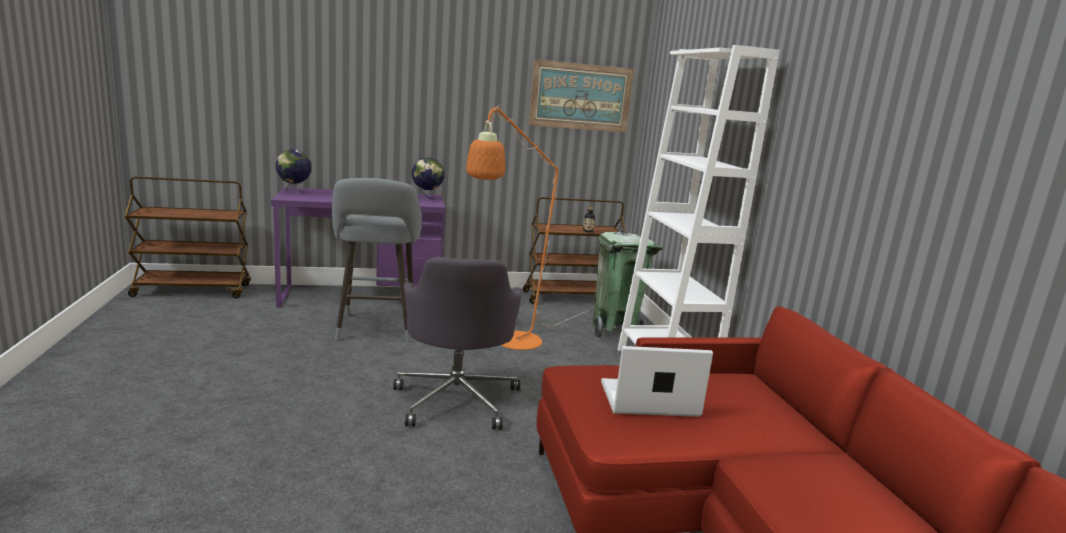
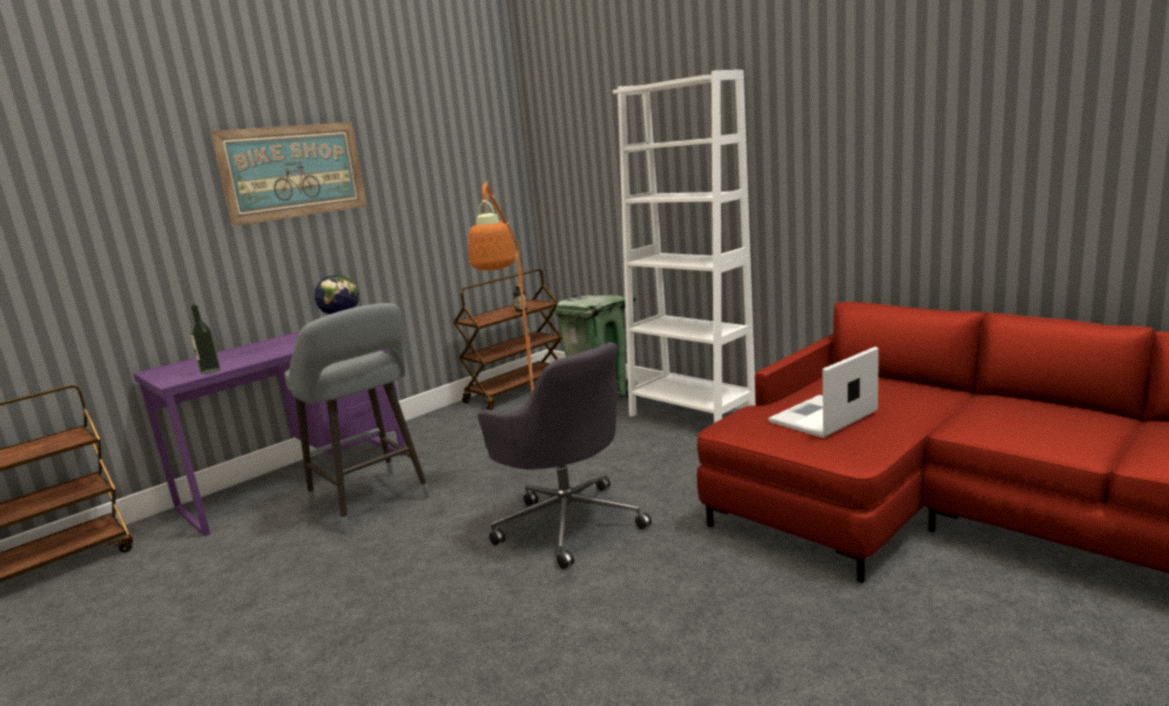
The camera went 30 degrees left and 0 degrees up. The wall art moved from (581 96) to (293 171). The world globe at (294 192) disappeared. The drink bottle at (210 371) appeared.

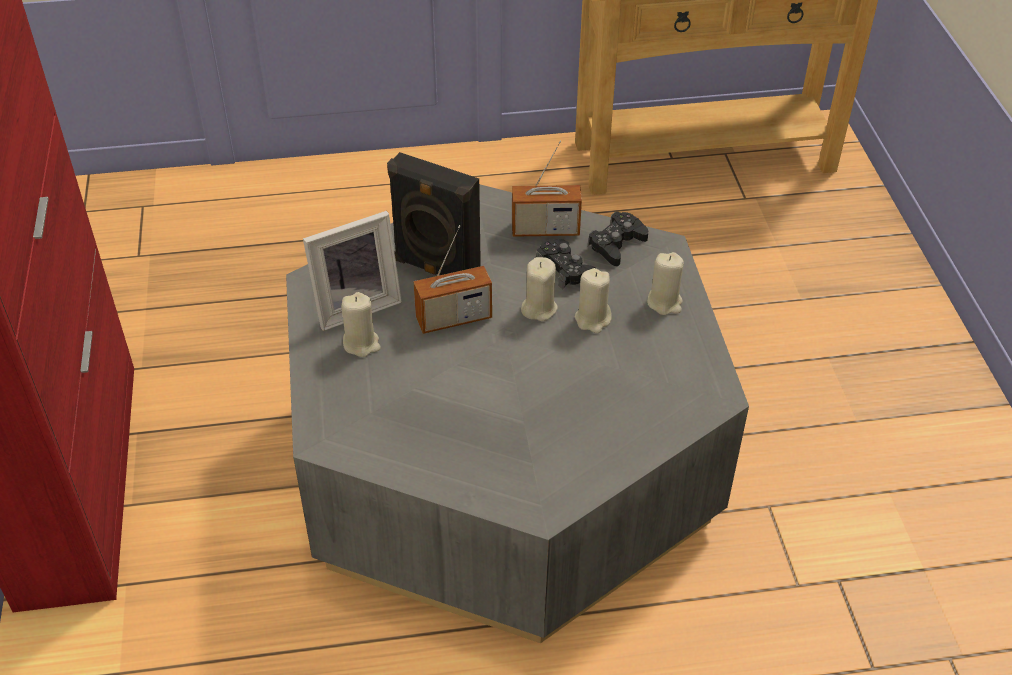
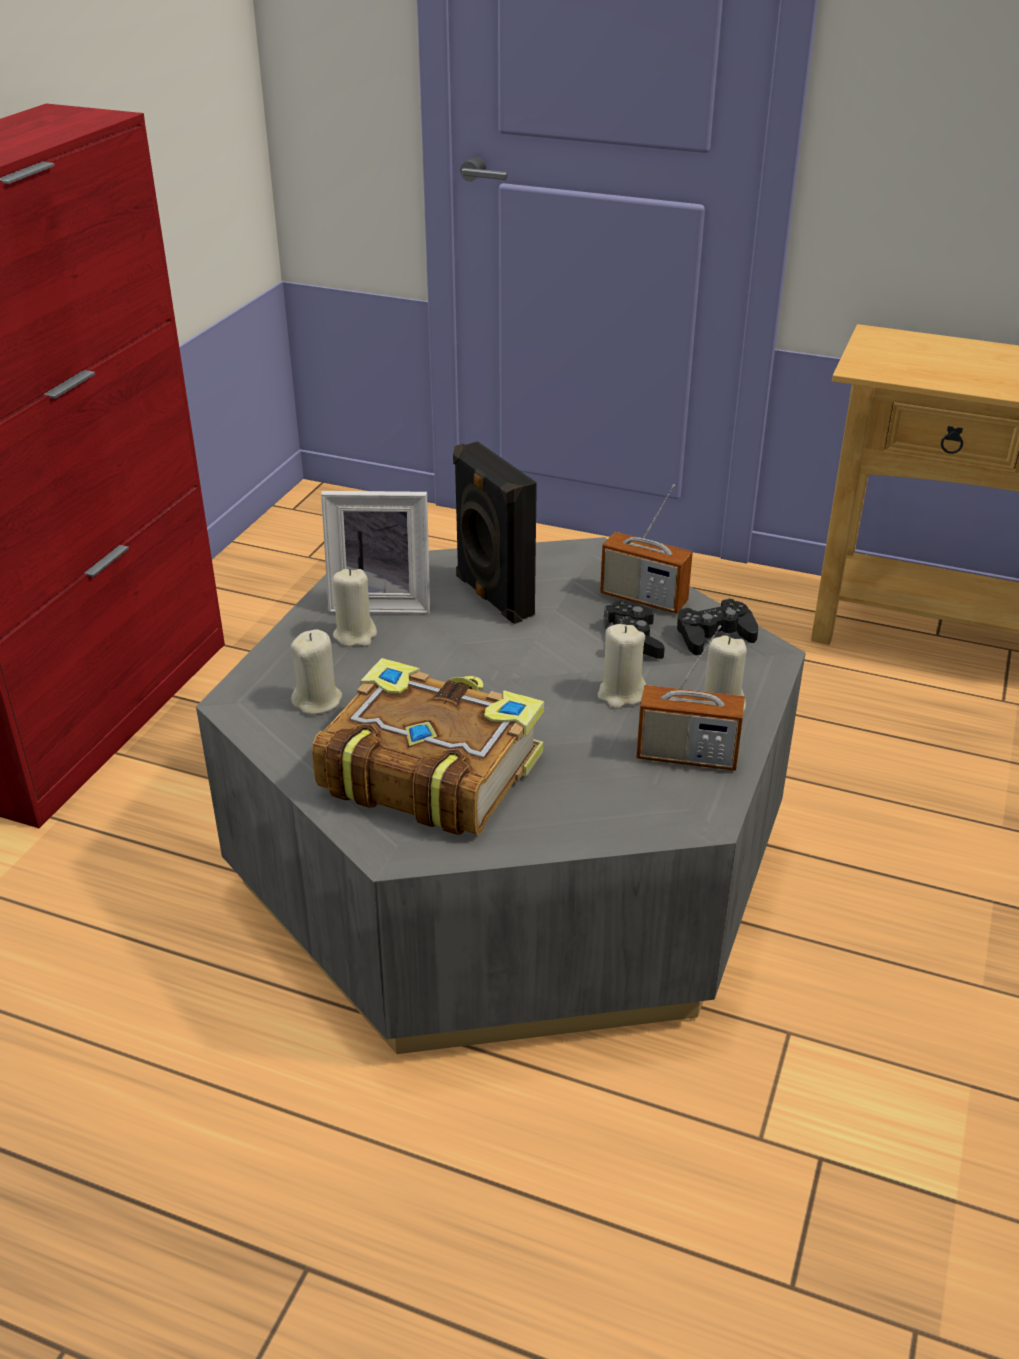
The camera went 30 degrees right and 10 degrees down. The radio moved from (454 319) to (687 756). The wax candle in sand-coloured moved from (539 308) to (318 701). The book at (429 770) appeared.

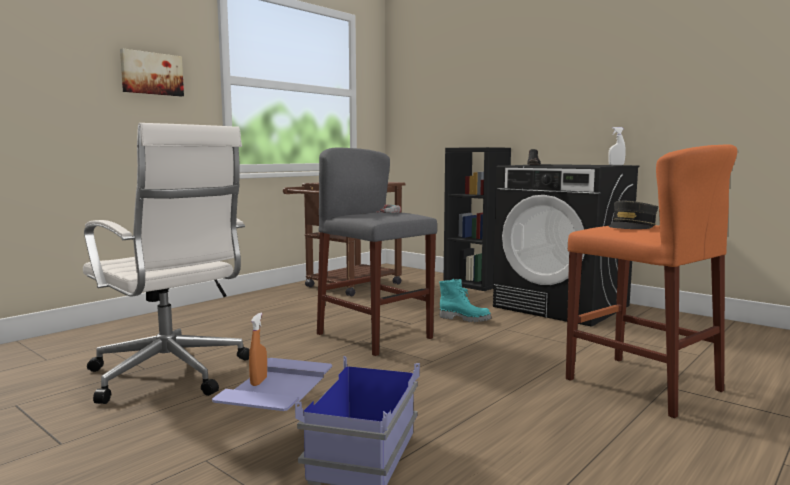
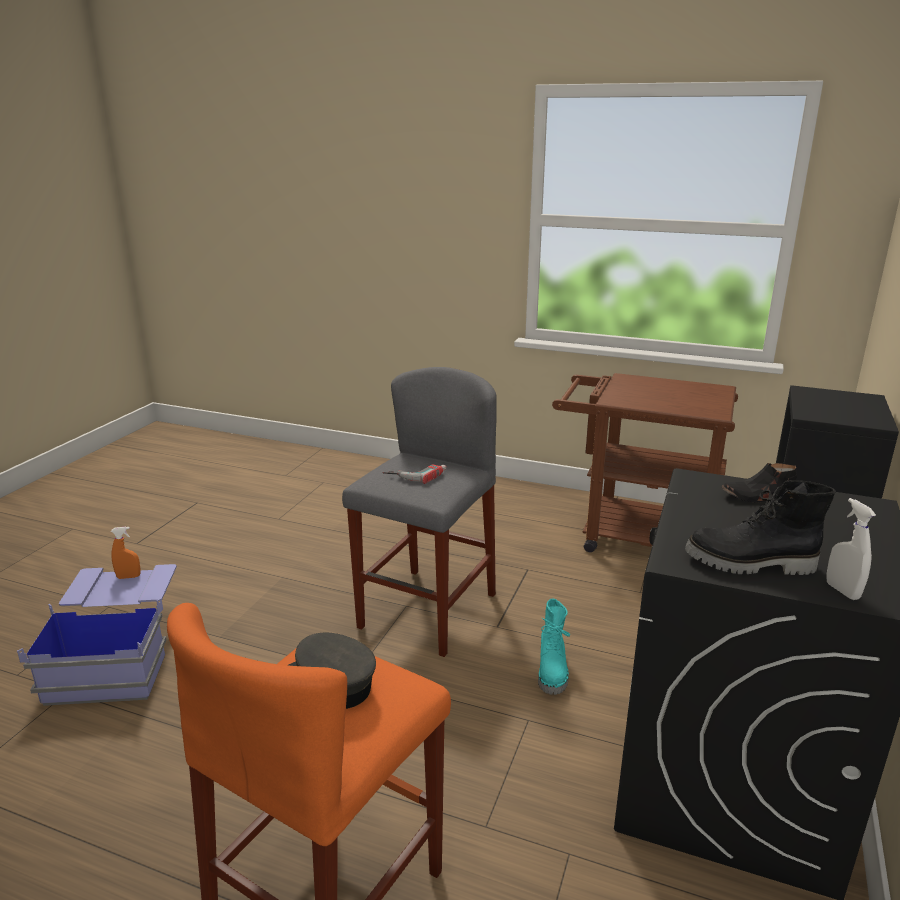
The camera went 70 degrees right and 15 degrees up. The wall art at (151 73) disappeared. The computer chair in white at (171 375) disappeared. The boot in blackish at (750 564) appeared.

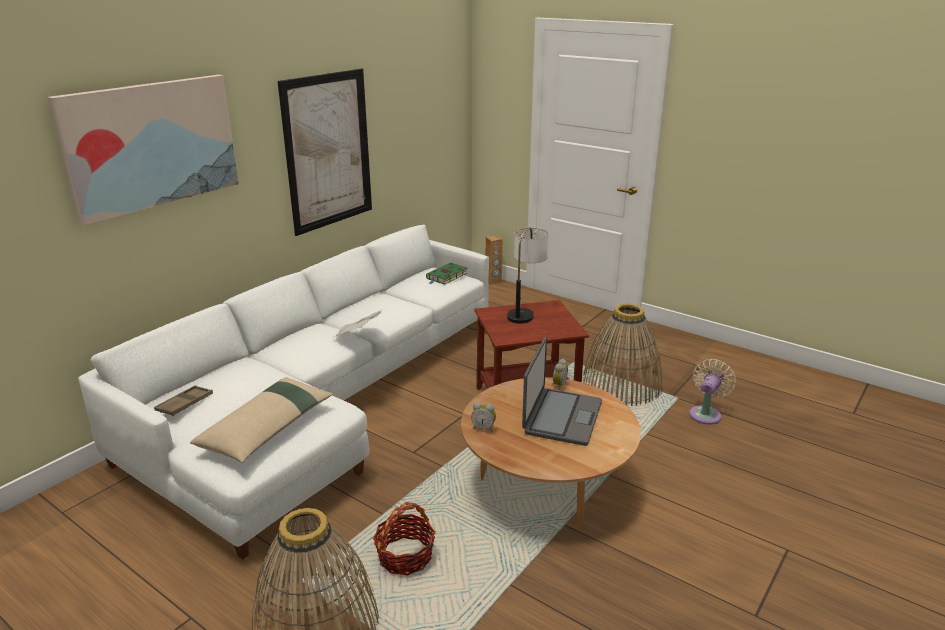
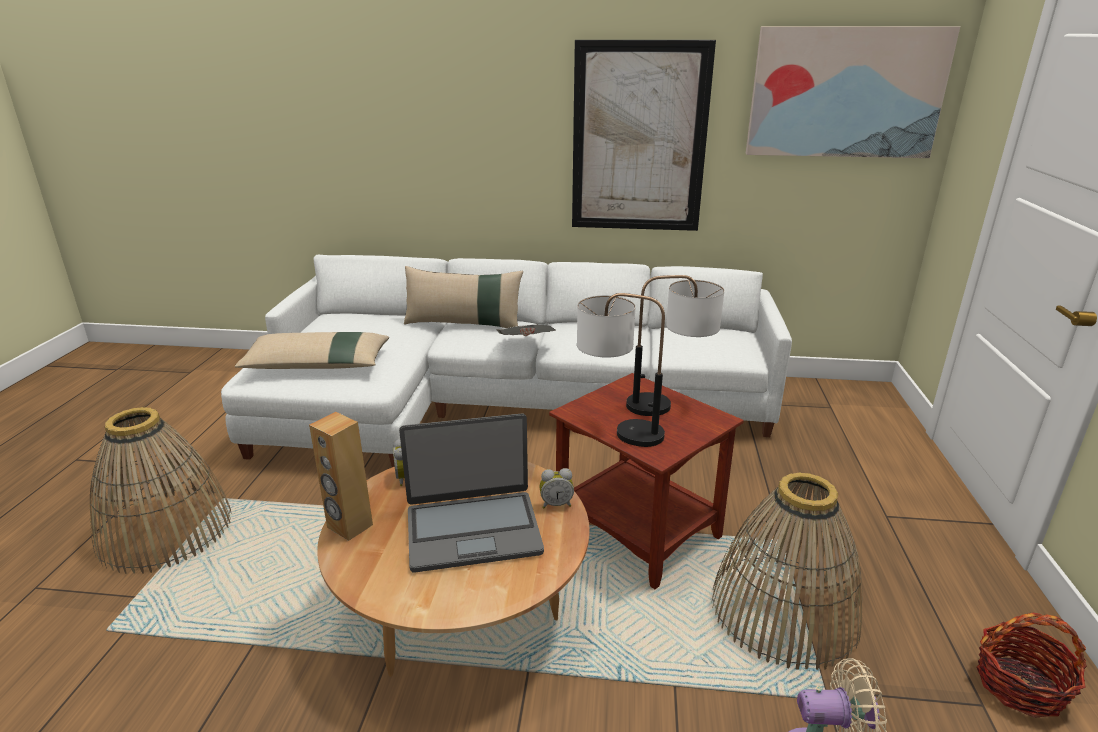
The camera went 60 degrees right and 0 degrees up. The wall art moved from (151 145) to (845 93). The loudspeaker in brown-coloured moved from (493 281) to (349 526). The book in green-coloured at (446 276) disappeared. The carrying tray in brown-coloured at (185 404) disappeared. The storage basket moved from (405 556) to (1020 685). The cushion in sand-coloured at (464 324) appeared. The lamp for a table at (617 430) appeared.

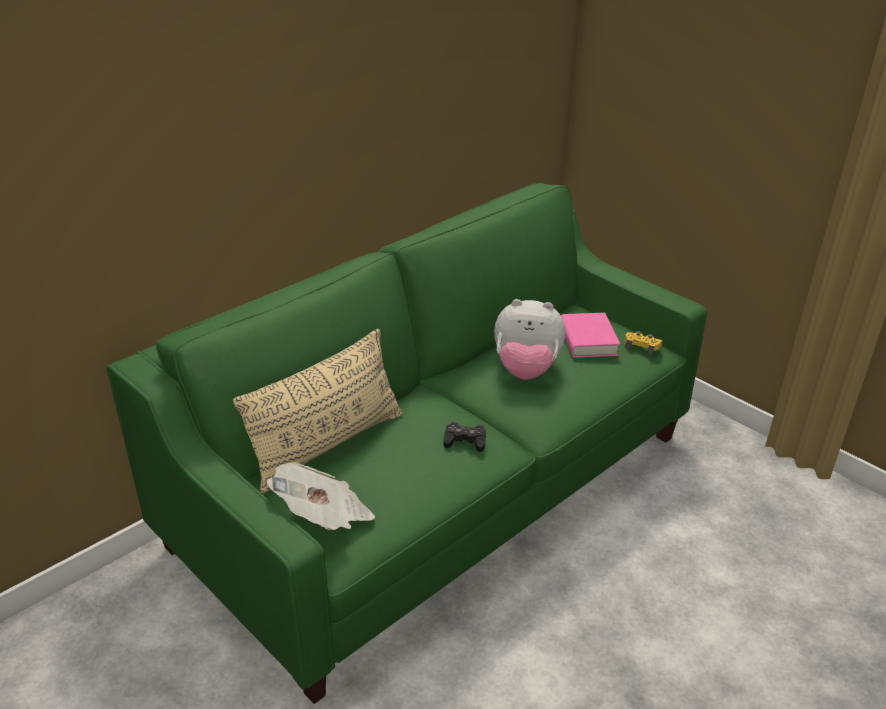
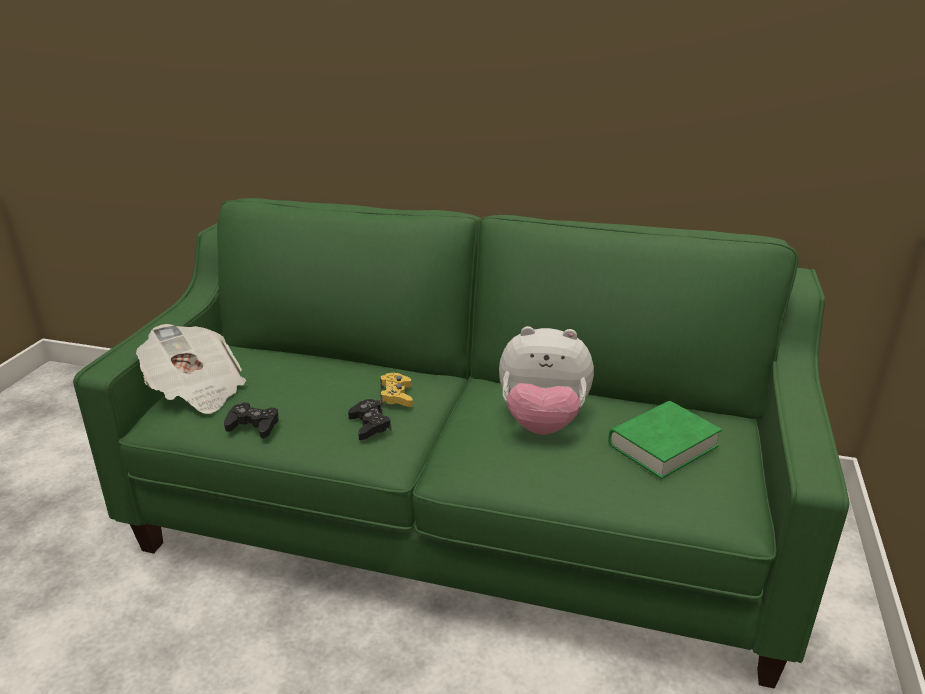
The camera went 60 degrees right and 5 degrees down. The soft toy at (525 370) turned 60 degrees counterclockwise. The book in pinkish at (587 340) became the book in green-coloured at (663 445). The cushion in sand-coloured at (327 445) disappeared. The gamepad in yellow moved from (642 346) to (396 396). The gamepad in blackish at (253 425) appeared.

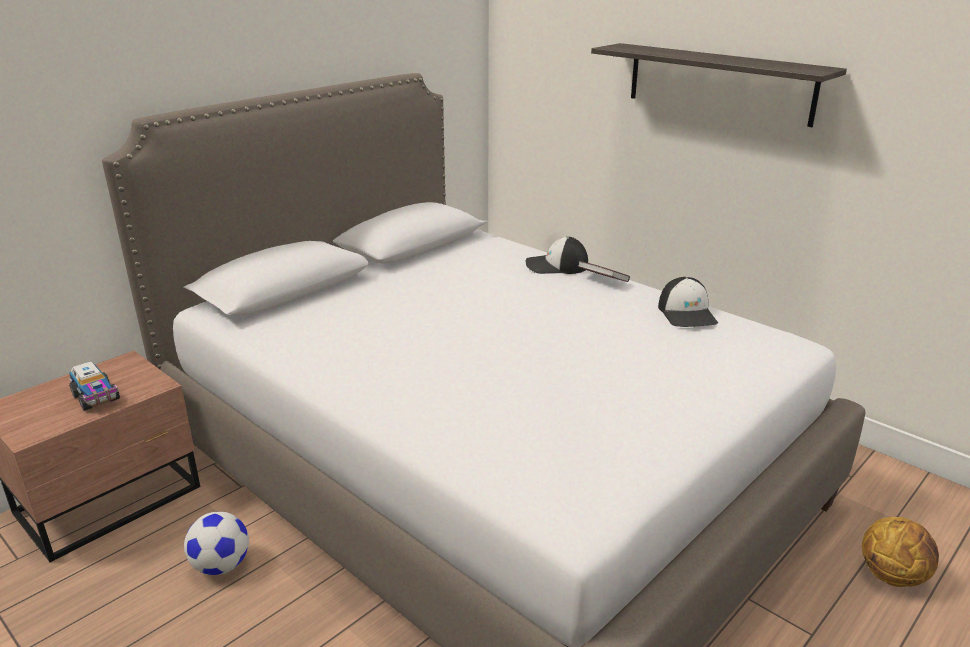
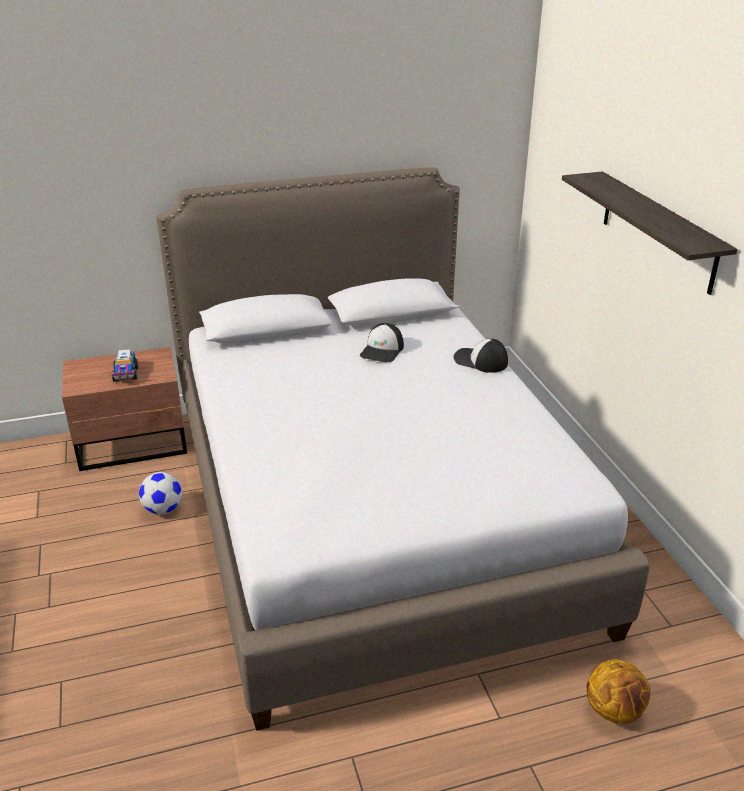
The camera went 30 degrees right and 5 degrees up. The book at (602 281) disappeared. The cap moved from (687 313) to (382 350).

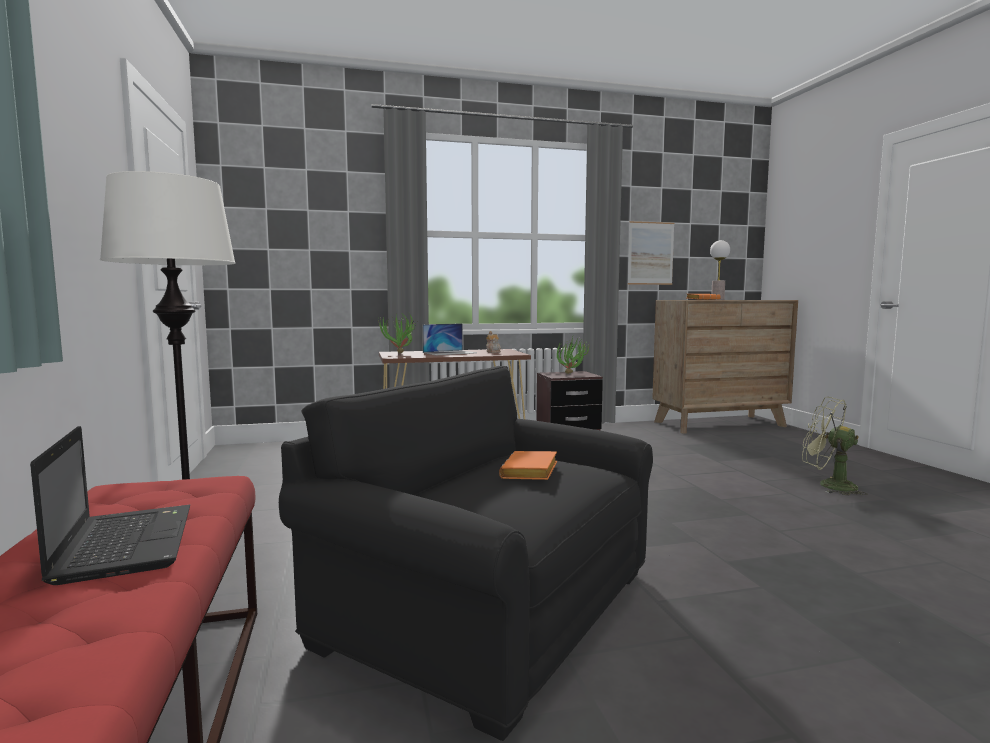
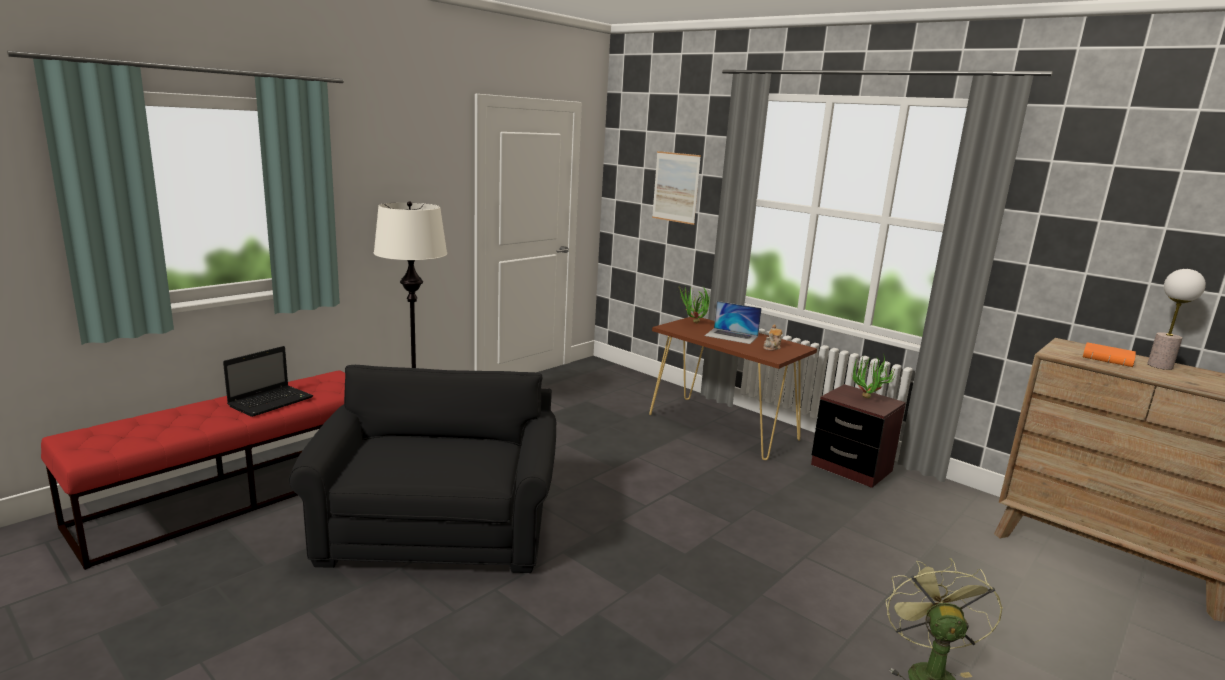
The camera went 55 degrees right and 10 degrees up. The wall art moved from (650 253) to (676 187). The book in orange-coloured at (531 473) disappeared.

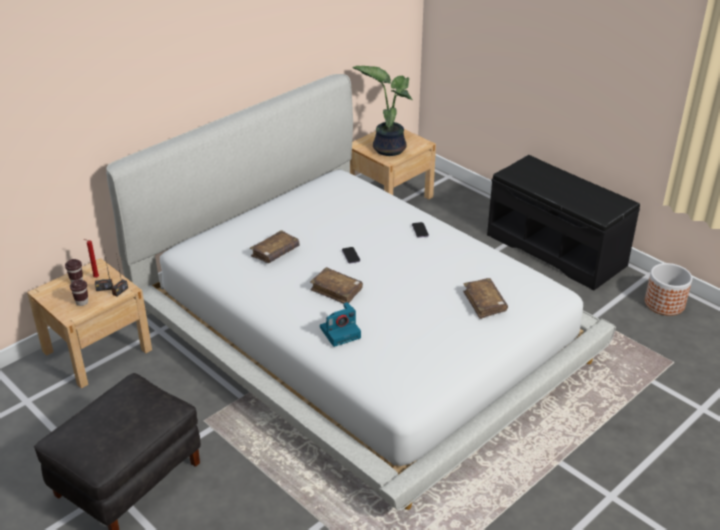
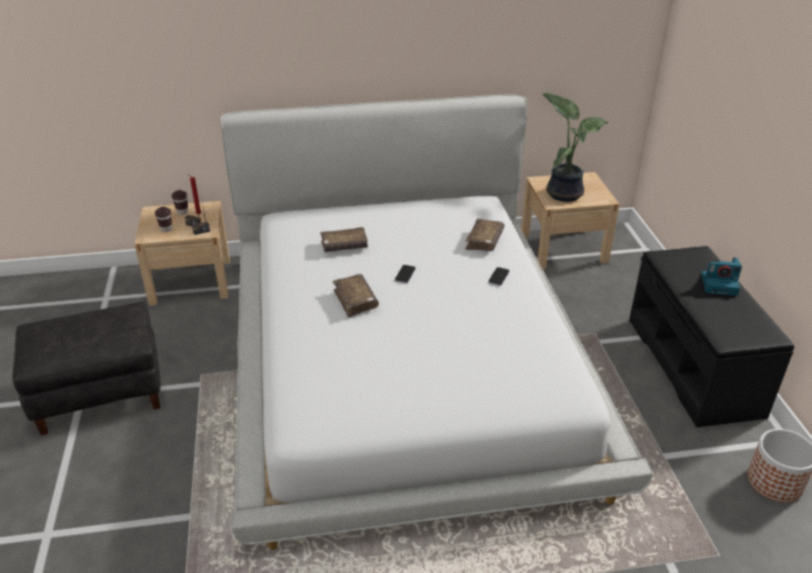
The camera went 35 degrees right and 0 degrees up. The book in brown-coloured moved from (484 303) to (484 241). The photo camera moved from (341 332) to (720 284).

